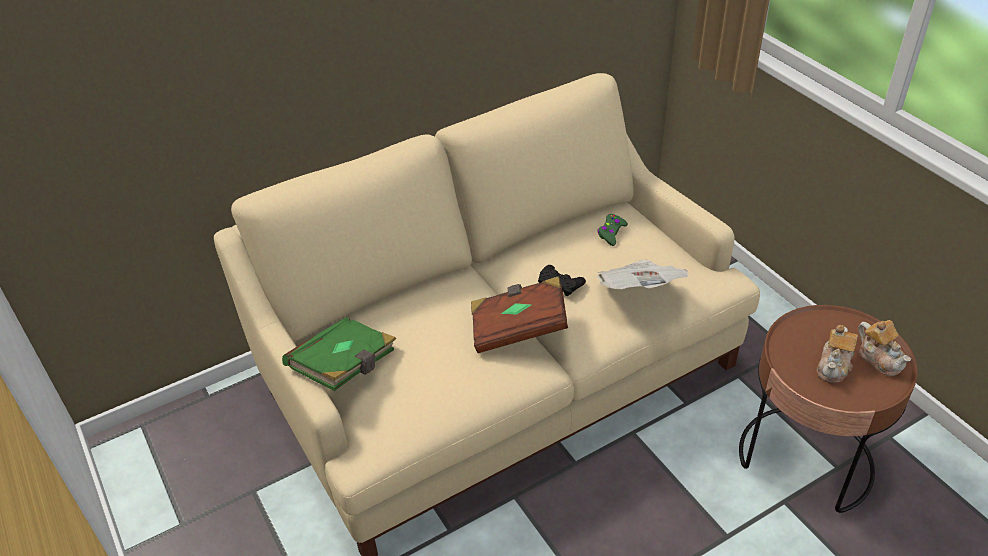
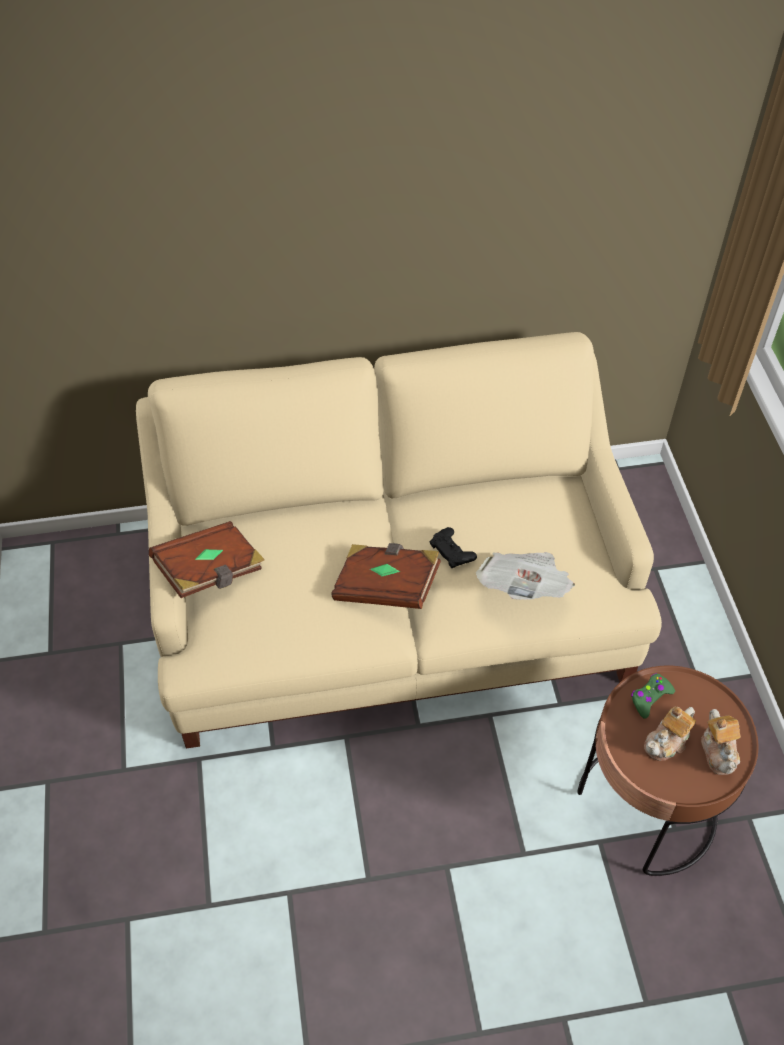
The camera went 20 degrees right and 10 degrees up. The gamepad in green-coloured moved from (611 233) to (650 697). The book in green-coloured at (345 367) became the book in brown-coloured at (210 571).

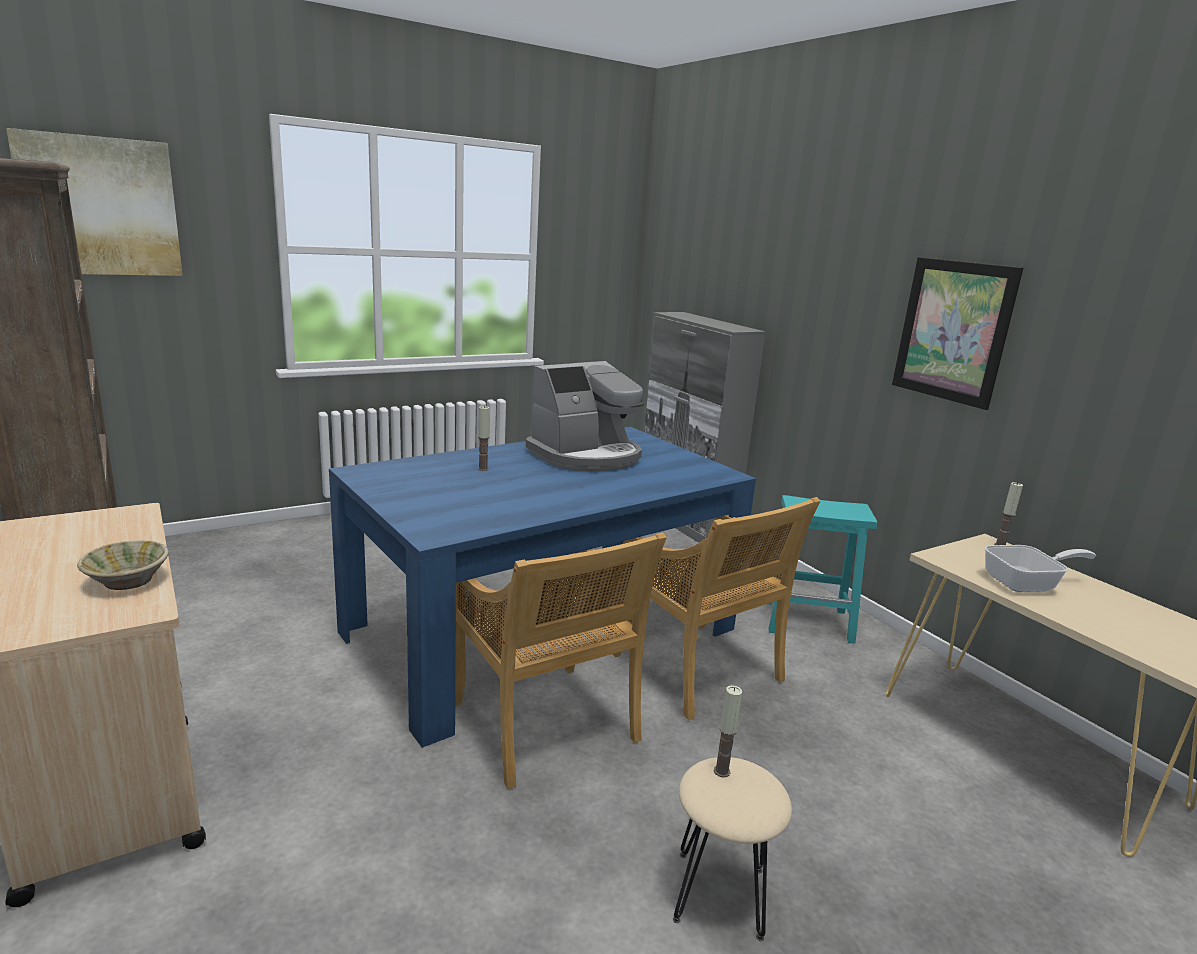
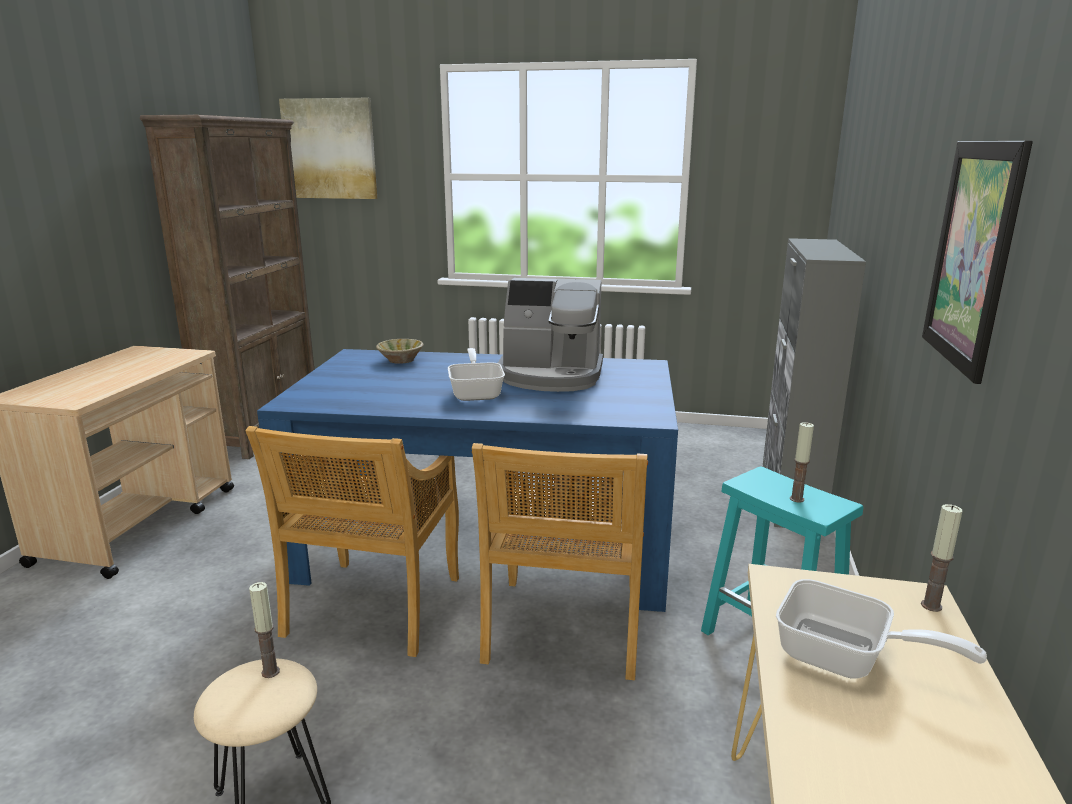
The camera went 45 degrees right and 0 degrees up. The wax candle moved from (483 469) to (796 499). The bowl in sand-coloured moved from (127 581) to (400 360). The frying pan at (476 392) appeared.

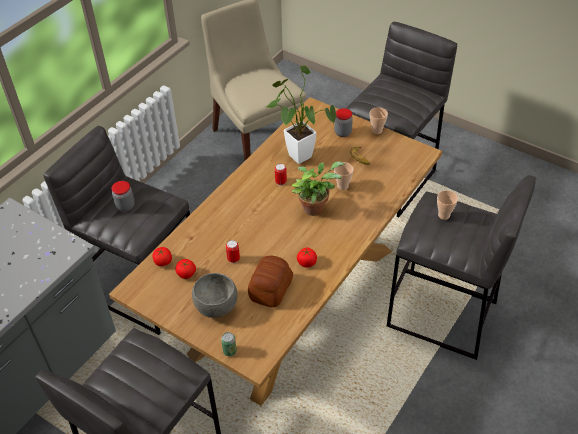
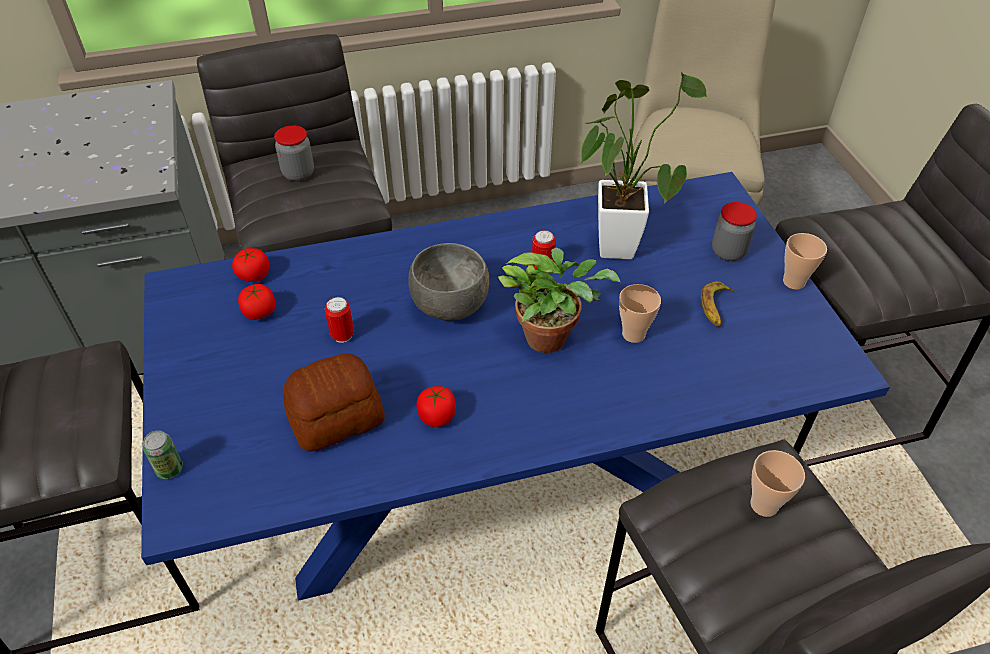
The camera went 40 degrees right and 0 degrees up. The dining table in brown-coloured at (292 301) became the dining table in bluish at (495 482). The bowl in gray moved from (217 307) to (451 307).

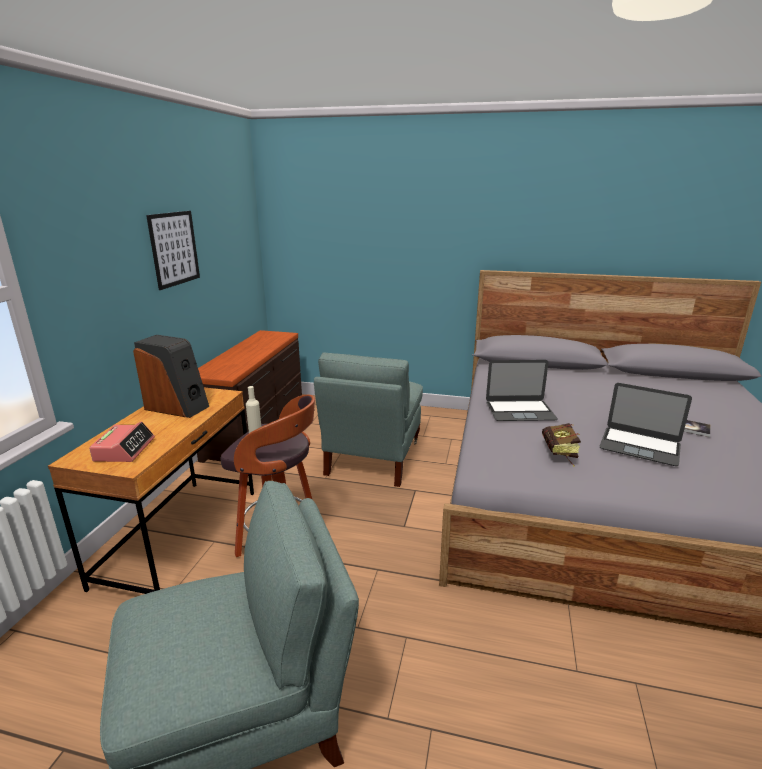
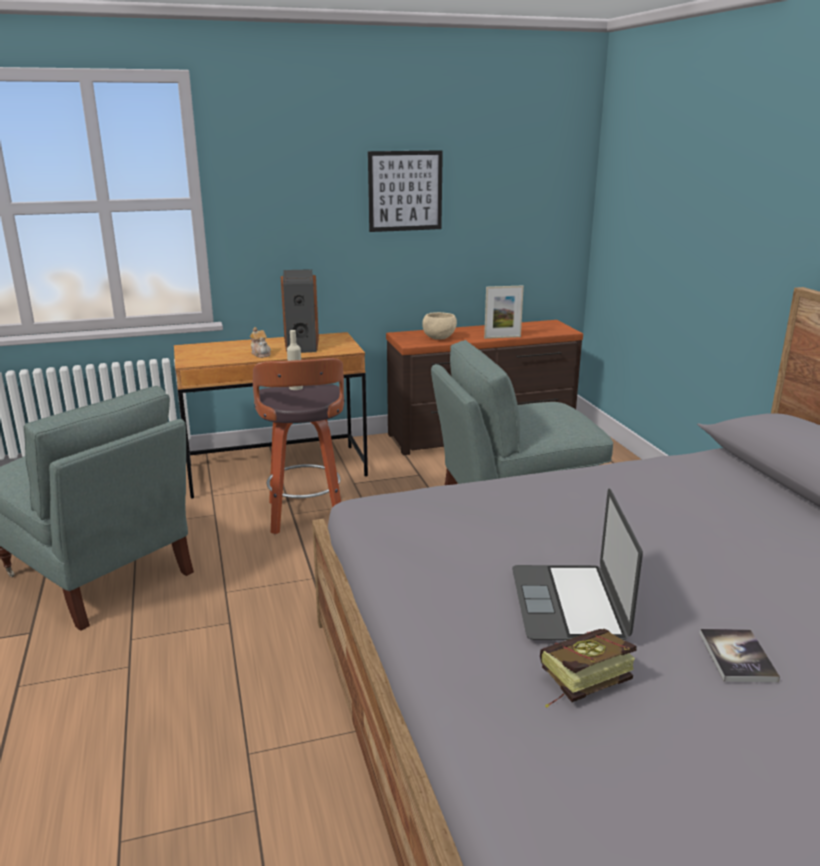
The camera went 60 degrees right and 0 degrees up. The laptop at (520 410) disappeared. The alarm clock at (124 449) disappeared. The book moved from (560 454) to (577 683). The picture frame at (502 337) appeared. The bowl in sand-coloured at (438 338) appeared. The teapot at (261 354) appeared.

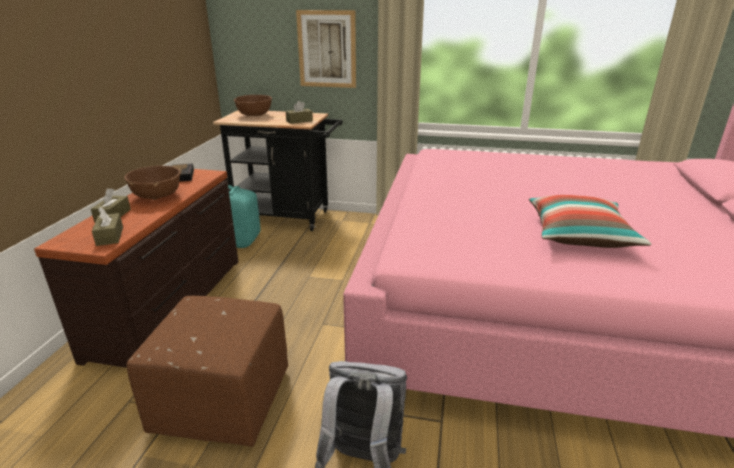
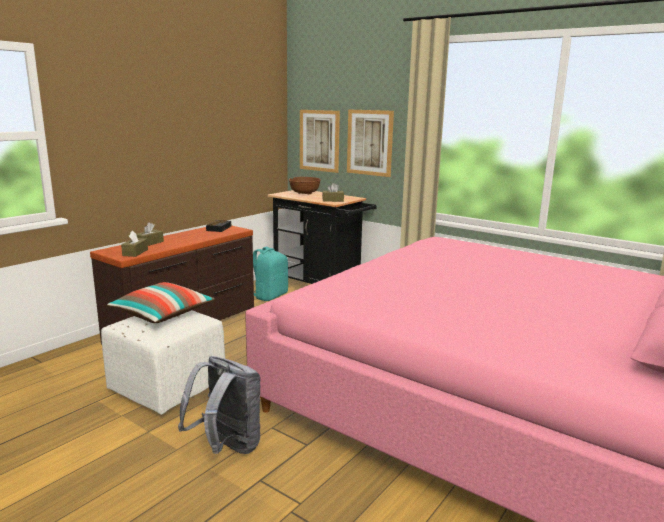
The camera went 25 degrees right and 10 degrees down. The bowl in brown-coloured at (157 196) disappeared. The cushion moved from (579 235) to (162 314). The pouffe in brown-coloured at (223 400) became the pouffe in white at (168 387). The wall art at (319 140) appeared.

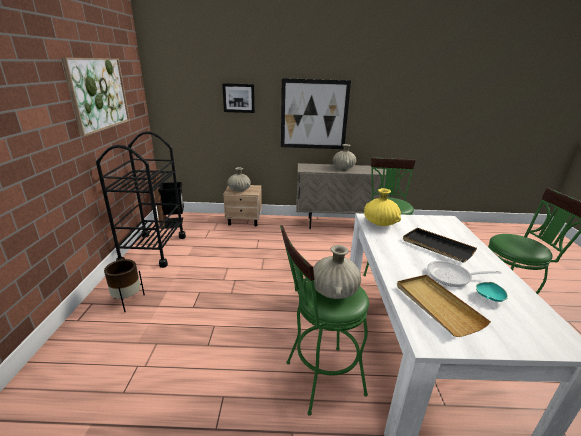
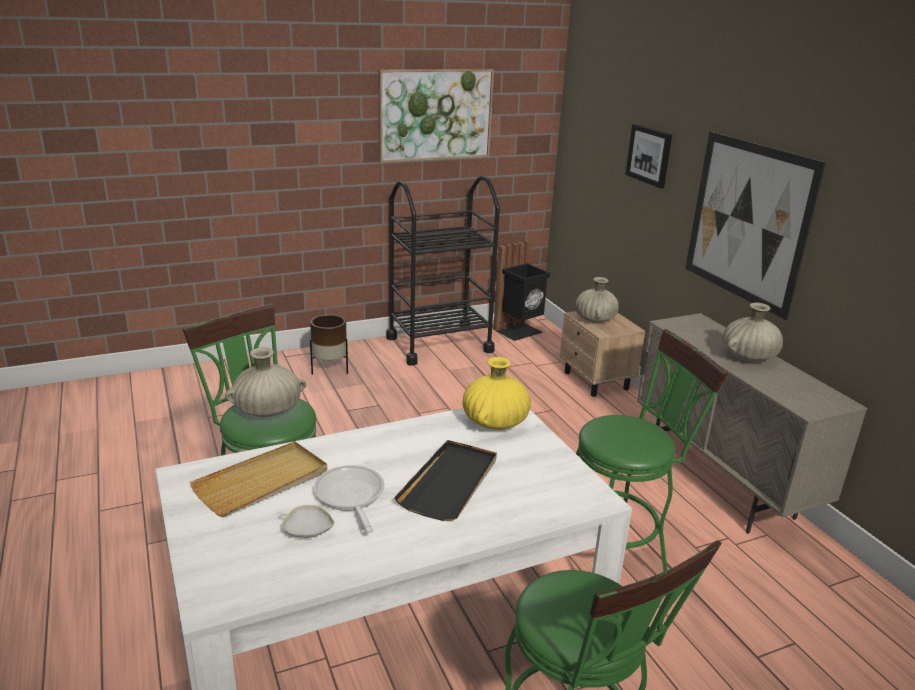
The camera went 65 degrees right and 0 degrees up. The bowl in blue-green at (489 297) became the bowl in white at (307 531).

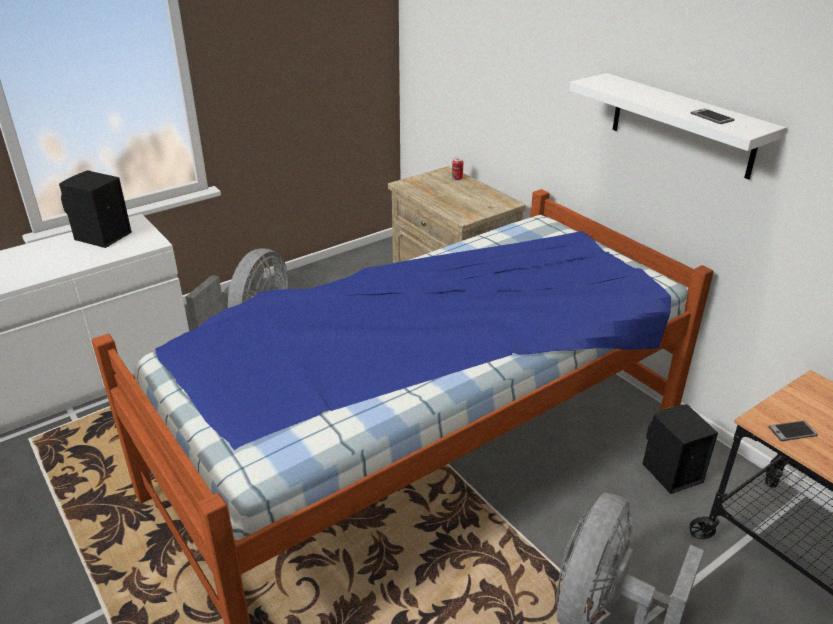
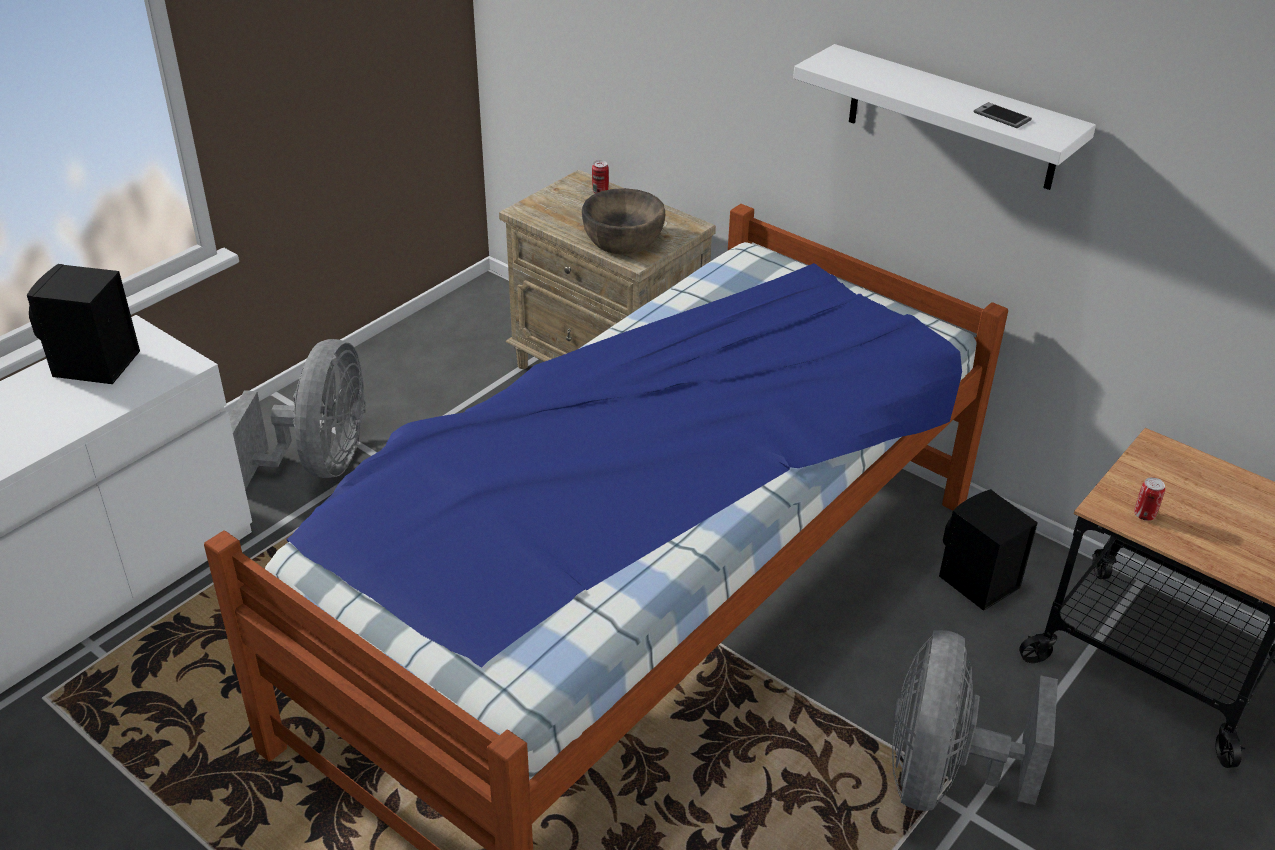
The camera went 15 degrees left and 5 degrees up. The handset at (792 431) was replaced by the sealed can at (1144 515). The bowl in brown-coloured at (623 239) appeared.

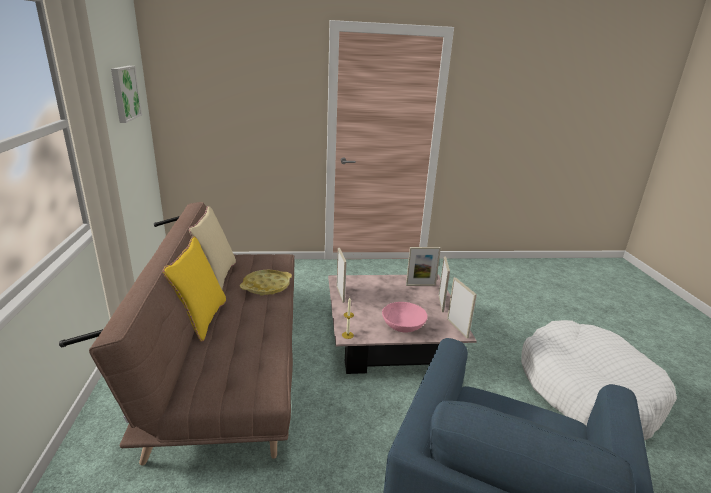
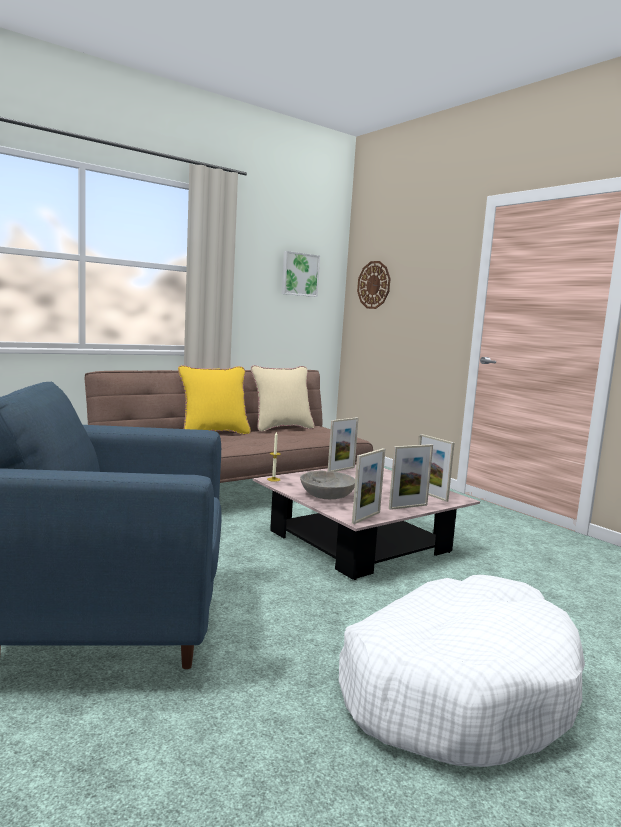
The camera went 60 degrees right and 15 degrees down. The carrying tray in yellow at (266 286) disappeared. The bowl in pinkish at (403 326) became the bowl in gray at (326 496). The clock on the wall at (374 285) appeared.

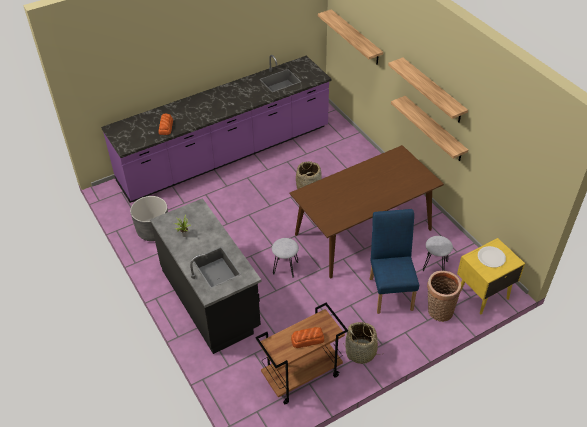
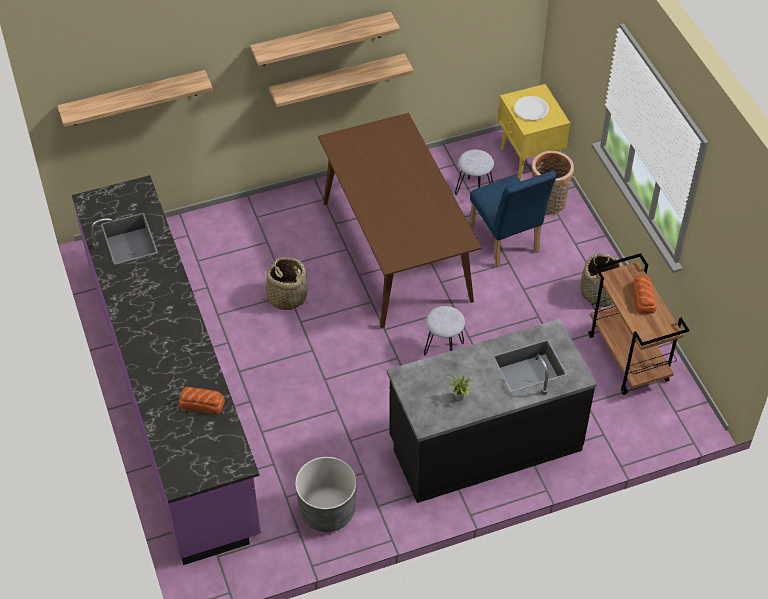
The camera went 80 degrees left and 5 degrees up. The plain chair in bluish at (390 290) turned 120 degrees counterclockwise.

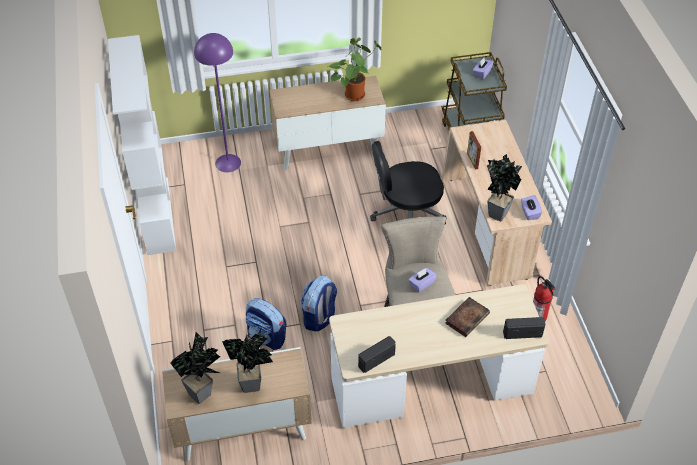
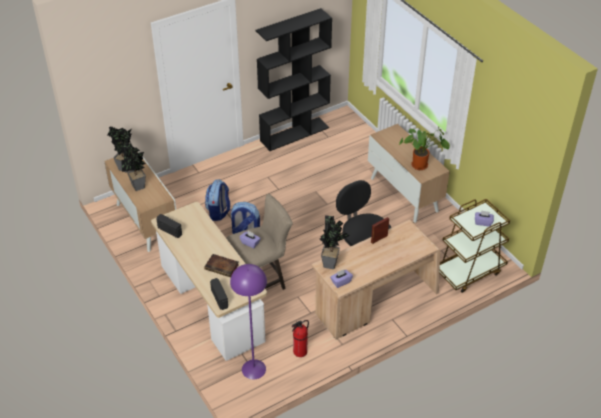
The camera went 70 degrees right and 5 degrees down. The standing lamp in purple-coloured moved from (228 163) to (253 369). The bookshelf in white at (157 215) became the bookshelf in blackish at (294 134).

